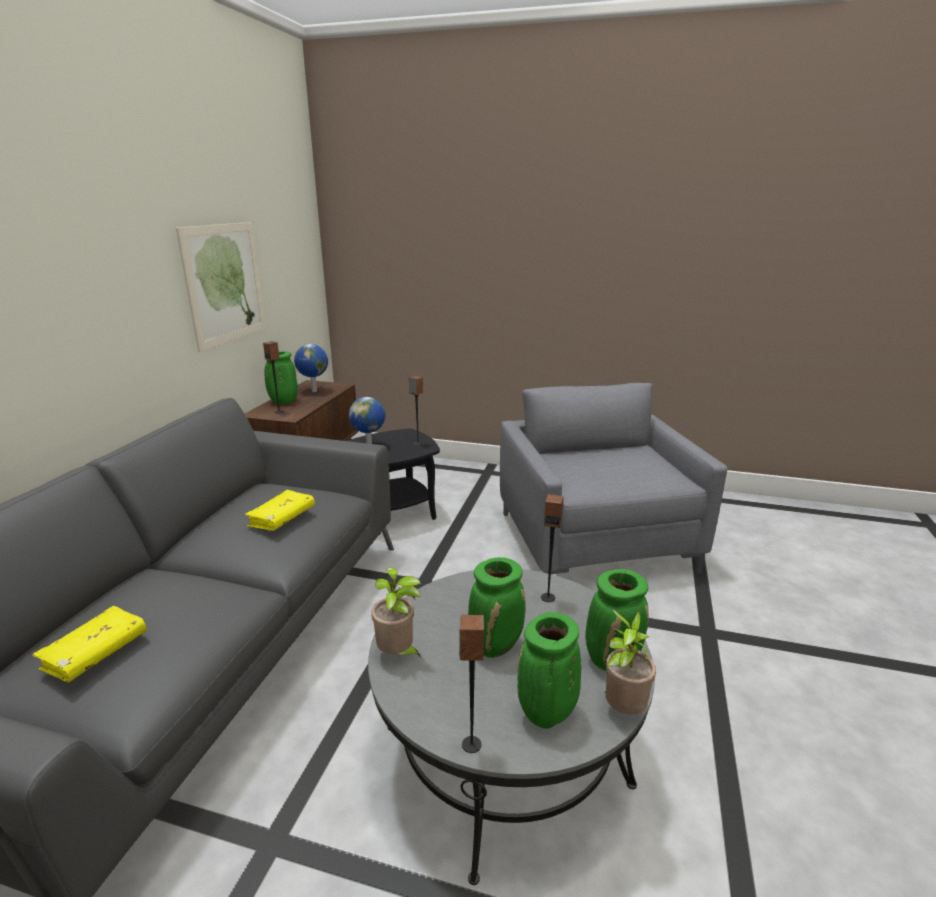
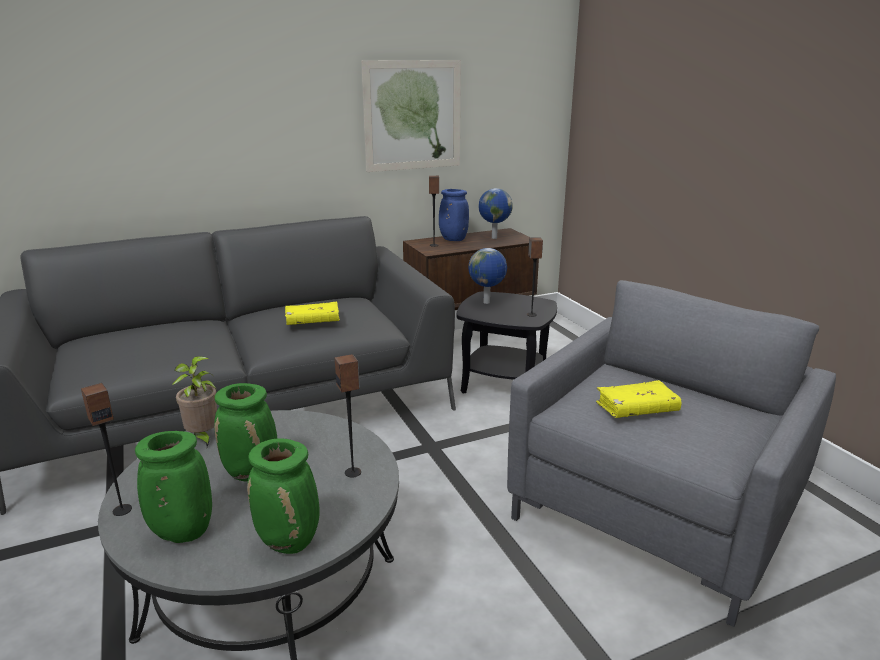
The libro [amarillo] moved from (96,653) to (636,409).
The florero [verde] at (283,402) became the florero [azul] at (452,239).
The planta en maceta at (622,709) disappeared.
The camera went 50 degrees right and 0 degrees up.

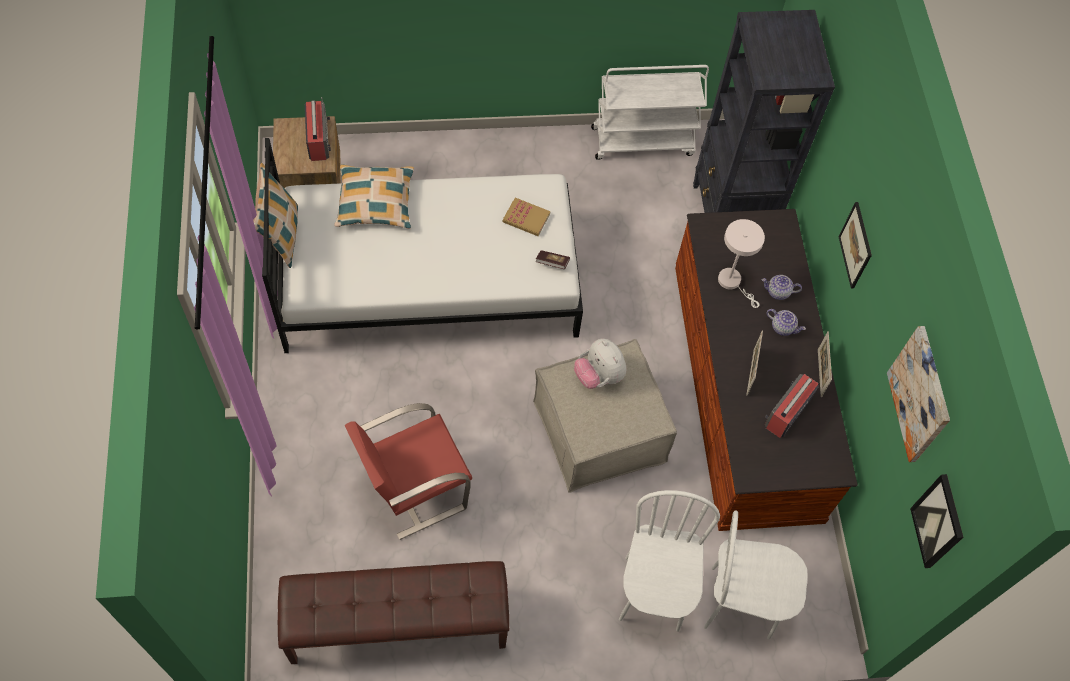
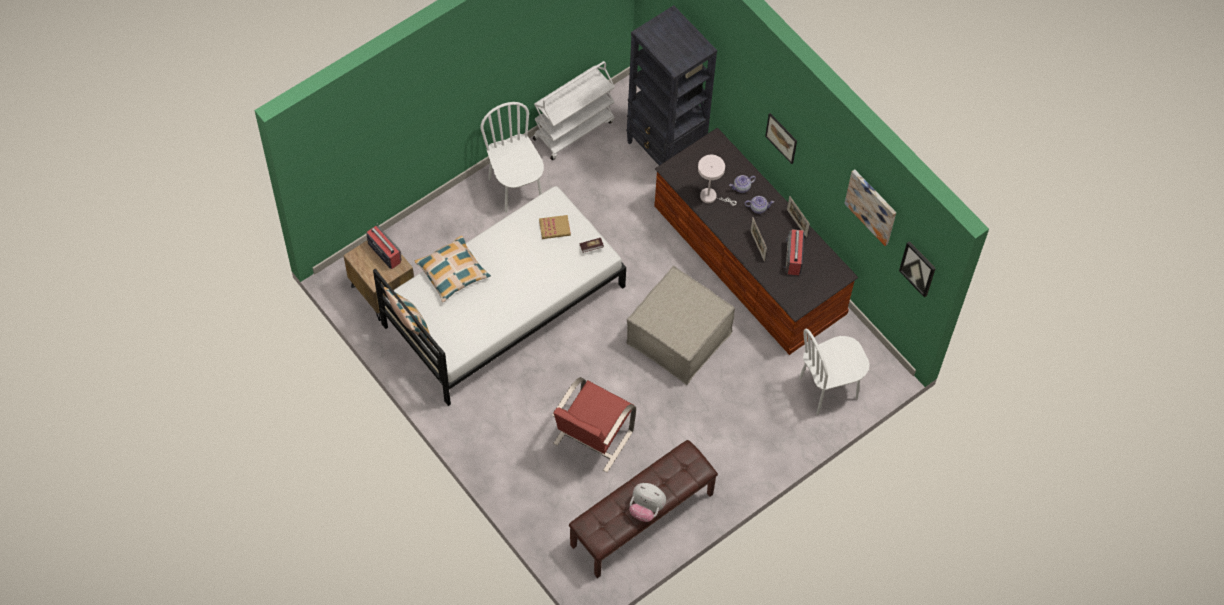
The peluche moved from (599,375) to (646,508).
The silla [blanco] moved from (653,593) to (516,189).
The camera went 30 degrees left and 0 degrees up.

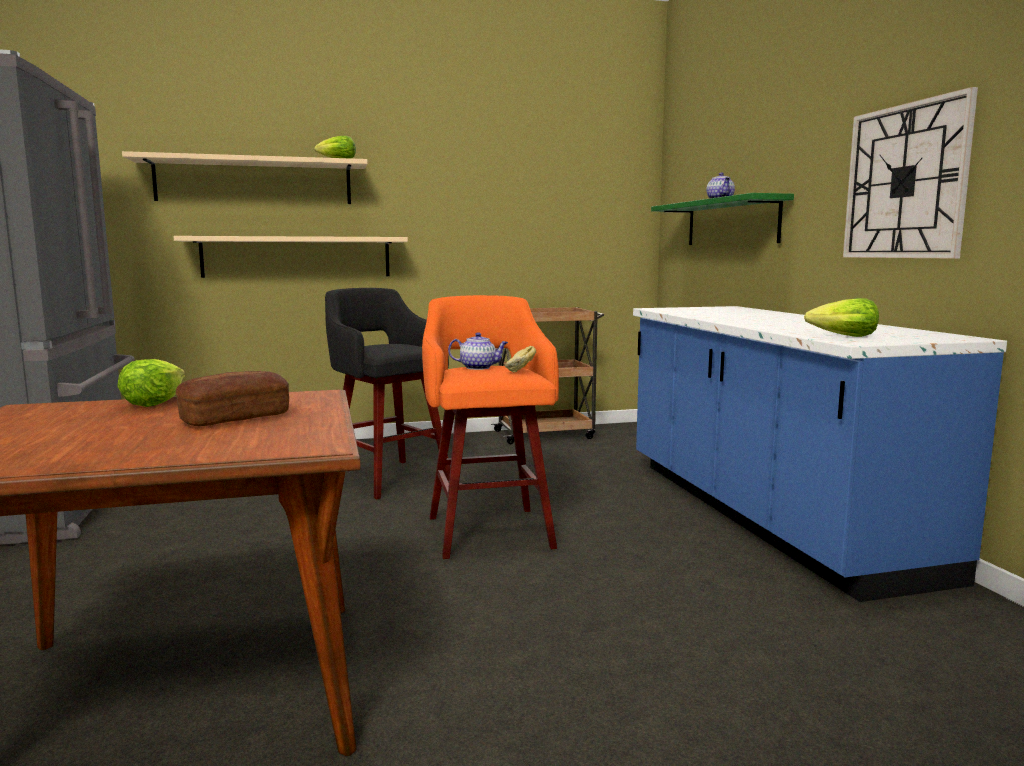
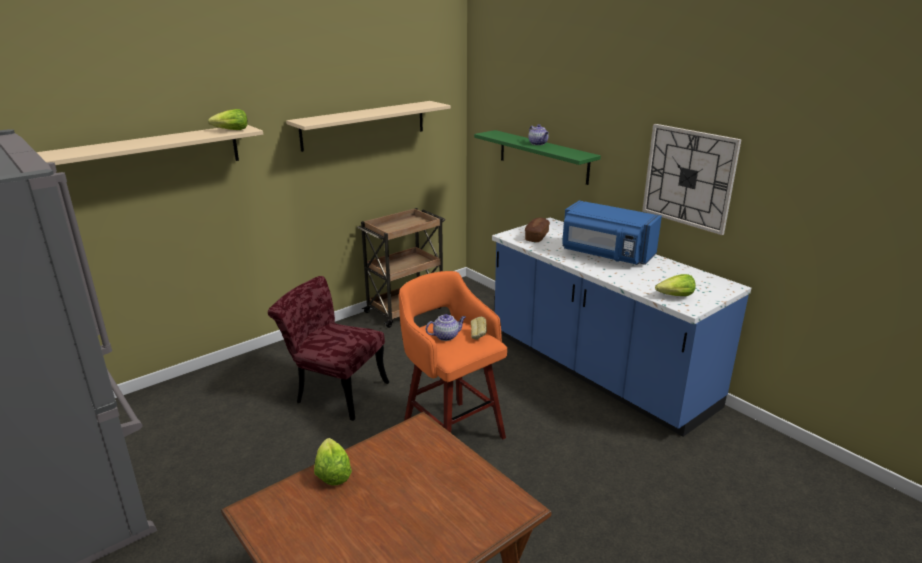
The estante [beis] moved from (297,257) to (364,125).
The pan moved from (235,418) to (536,236).
The taburete [negro] at (389,478) was replaced by the silla [rojo] at (334,391).
The microondas [azul] at (606,255) appeared.
The camera went 25 degrees left and 15 degrees up.

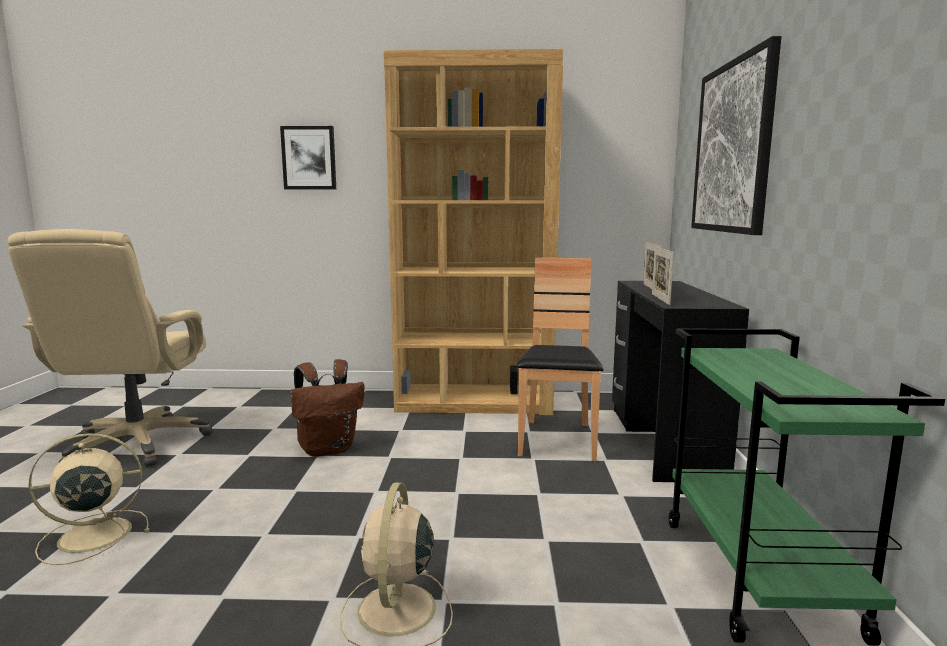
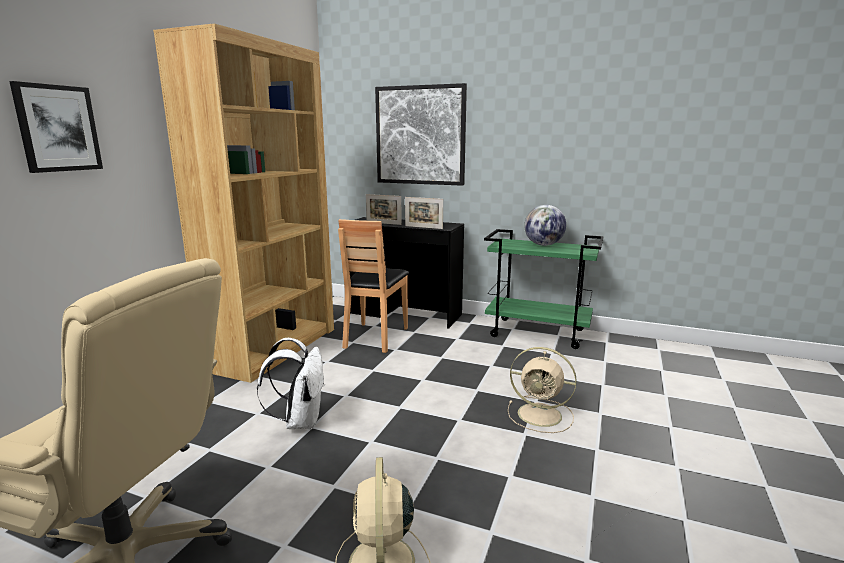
The mochila [marrón] at (328,449) became the mochila [blanco] at (300,421).
The silla [marrón] at (557,440) turned 105 degrees counterclockwise.
The globo terráqueo at (543,245) appeared.
The camera went 70 degrees left and 5 degrees up.

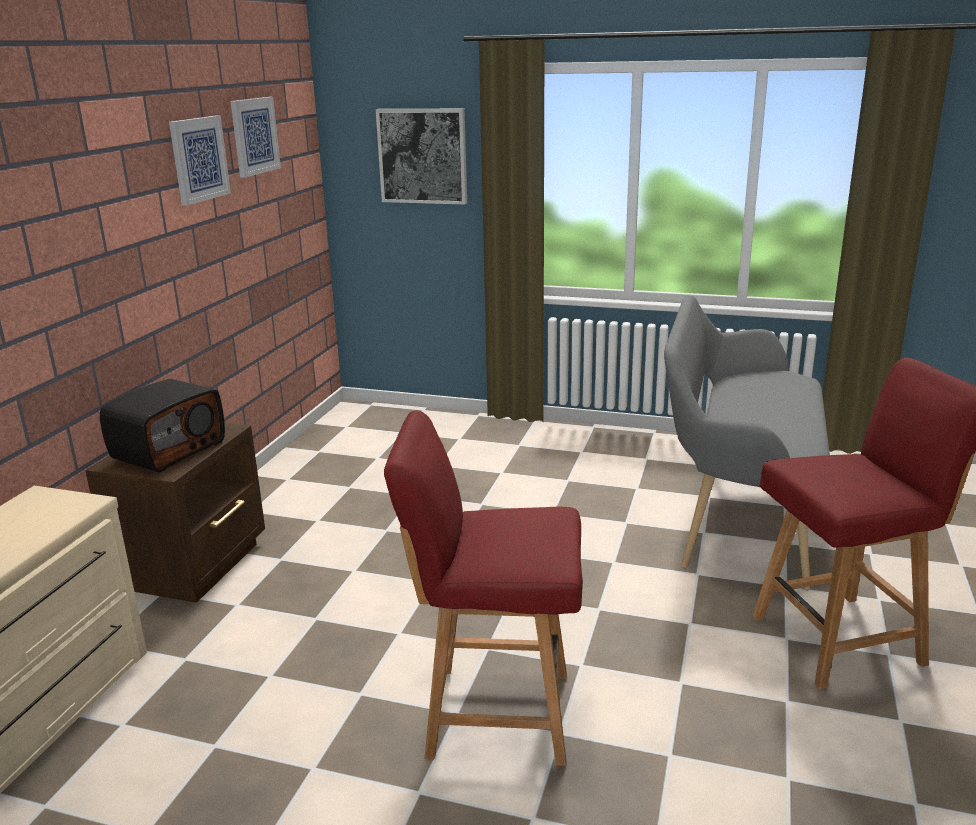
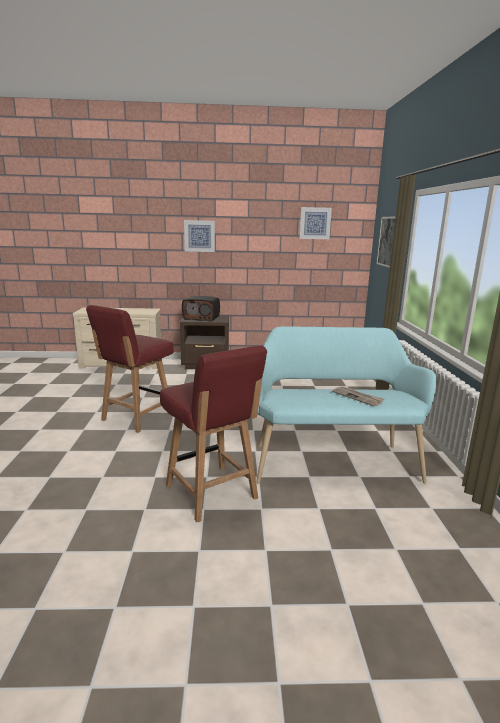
The cuadro moved from (199,159) to (199,236).
The silla [rojo] at (494,713) turned 135 degrees counterclockwise.
The banco [gris] at (735,514) became the banco [turquesa] at (332,460).
The periódico at (358,397) appeared.
The camera went 70 degrees right and 5 degrees down.

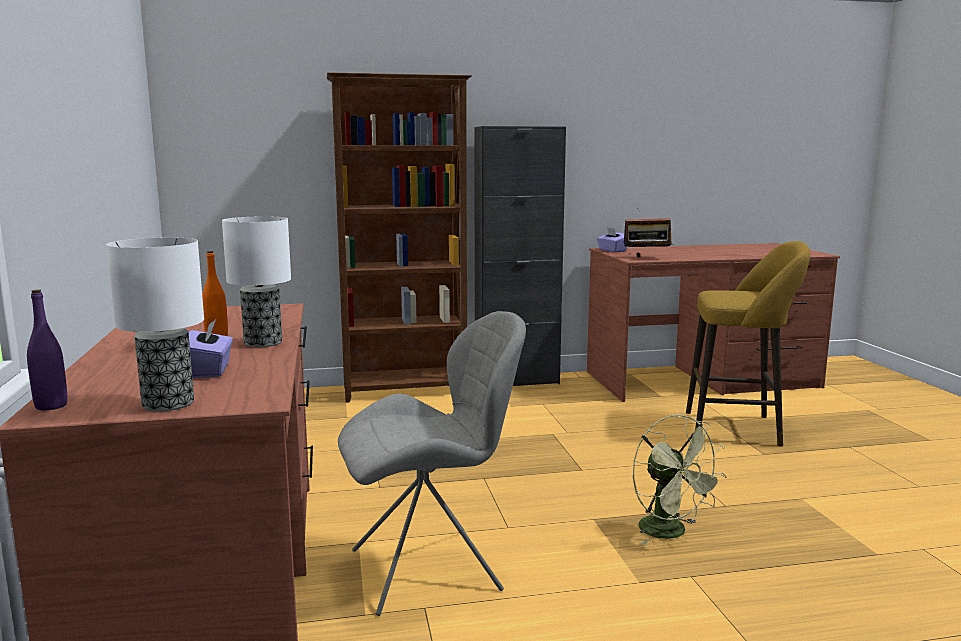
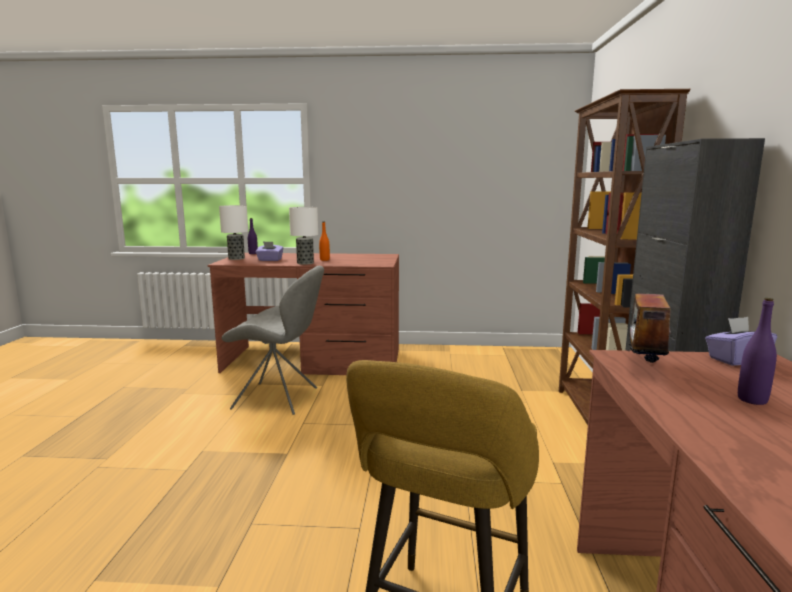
The silla [gris] at (431,569) turned 75 degrees counterclockwise.
The ventilador [verde] at (671,533) disappeared.
The botella [morado] at (752,400) appeared.
The camera went 105 degrees right and 0 degrees up.

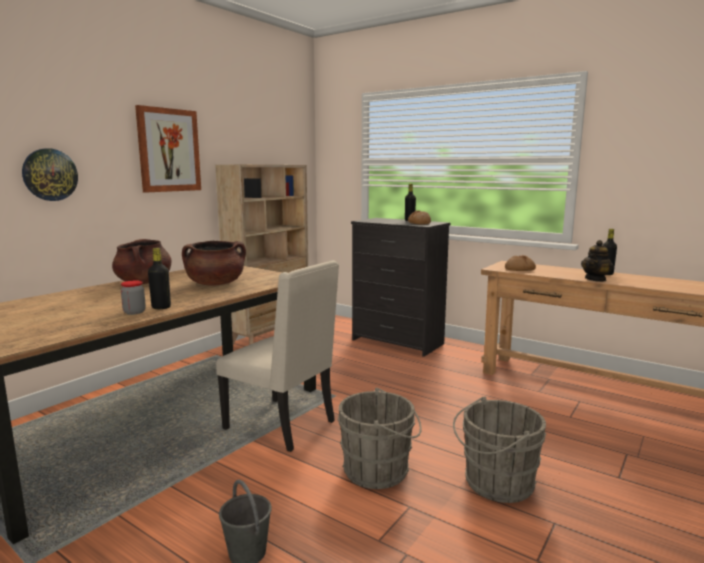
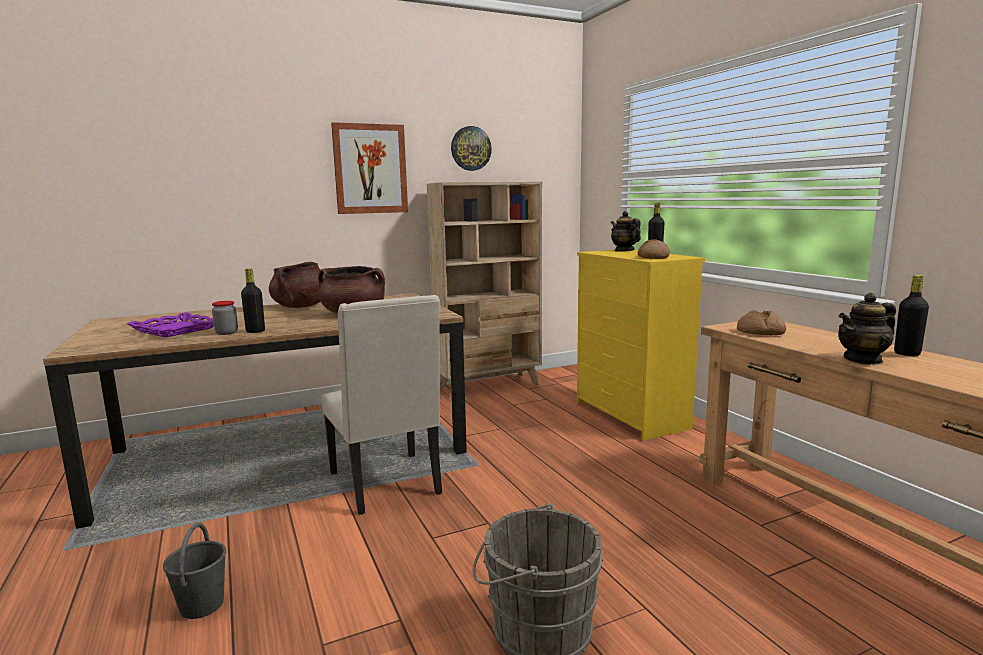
The reloj de pared moved from (50,174) to (470,148).
The cubo [gris] at (380,470) disappeared.
The cómoda [negro] at (398,342) became the cómoda [amarillo] at (631,416).
The bandeja [morado] at (175,330) appeared.
The tetera at (624,250) appeared.
The camera went 30 degrees right and 0 degrees up.

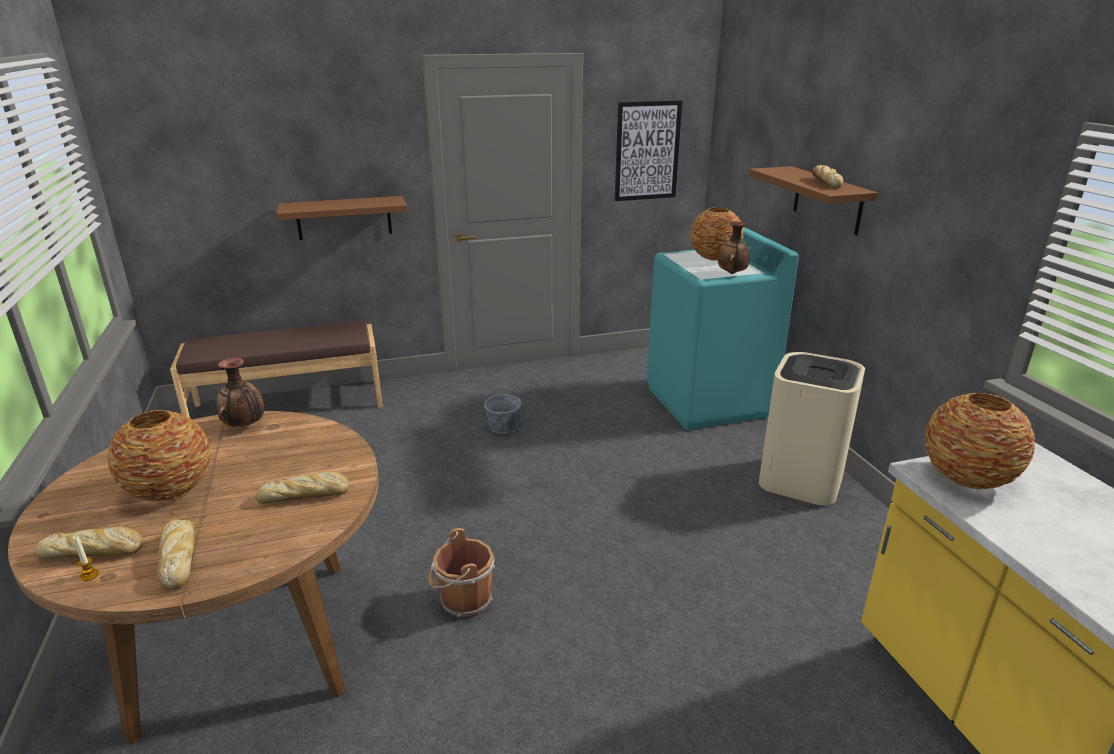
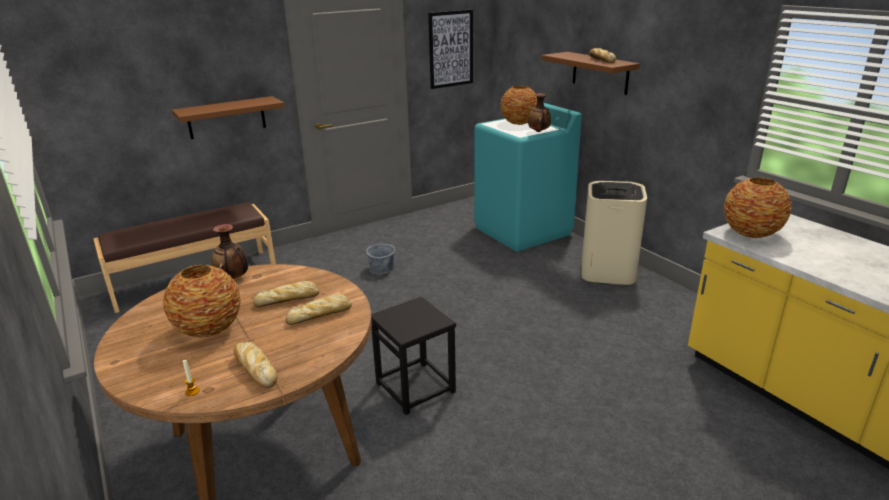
The pan moved from (93,551) to (288,299).
The cubo [marrón] at (463,601) was replaced by the taburete [negro] at (416,387).
The camera went 15 degrees left and 0 degrees up.

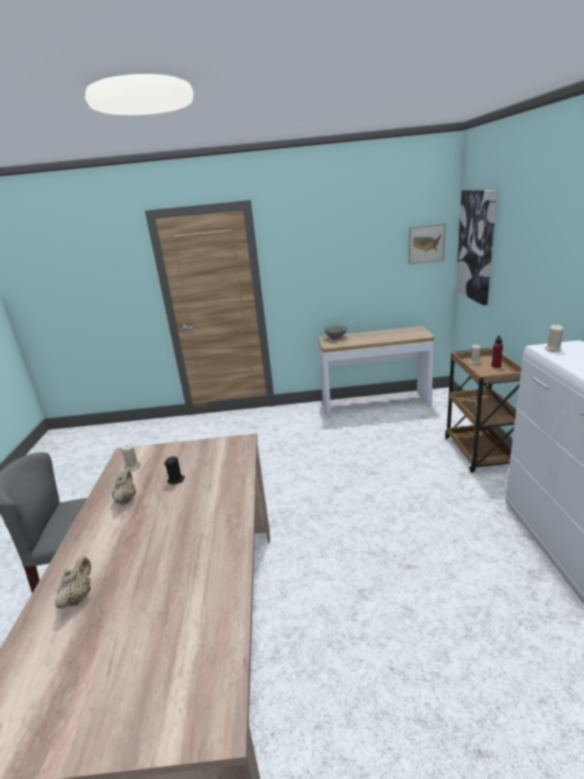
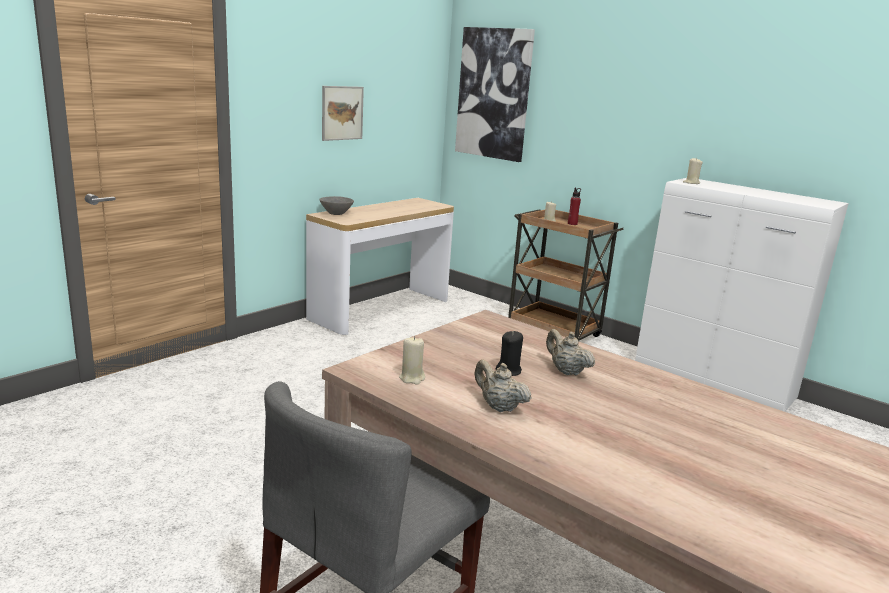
The tetera [beis] moved from (78,597) to (566,371).
The cuadro moved from (426,244) to (342,113).
The camera went 50 degrees left and 5 degrees down.

